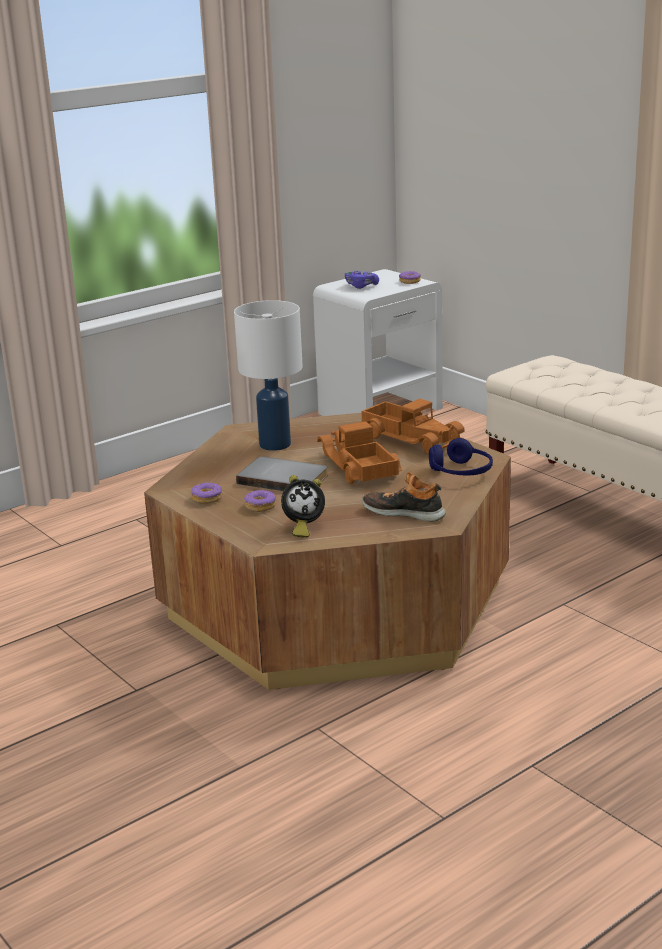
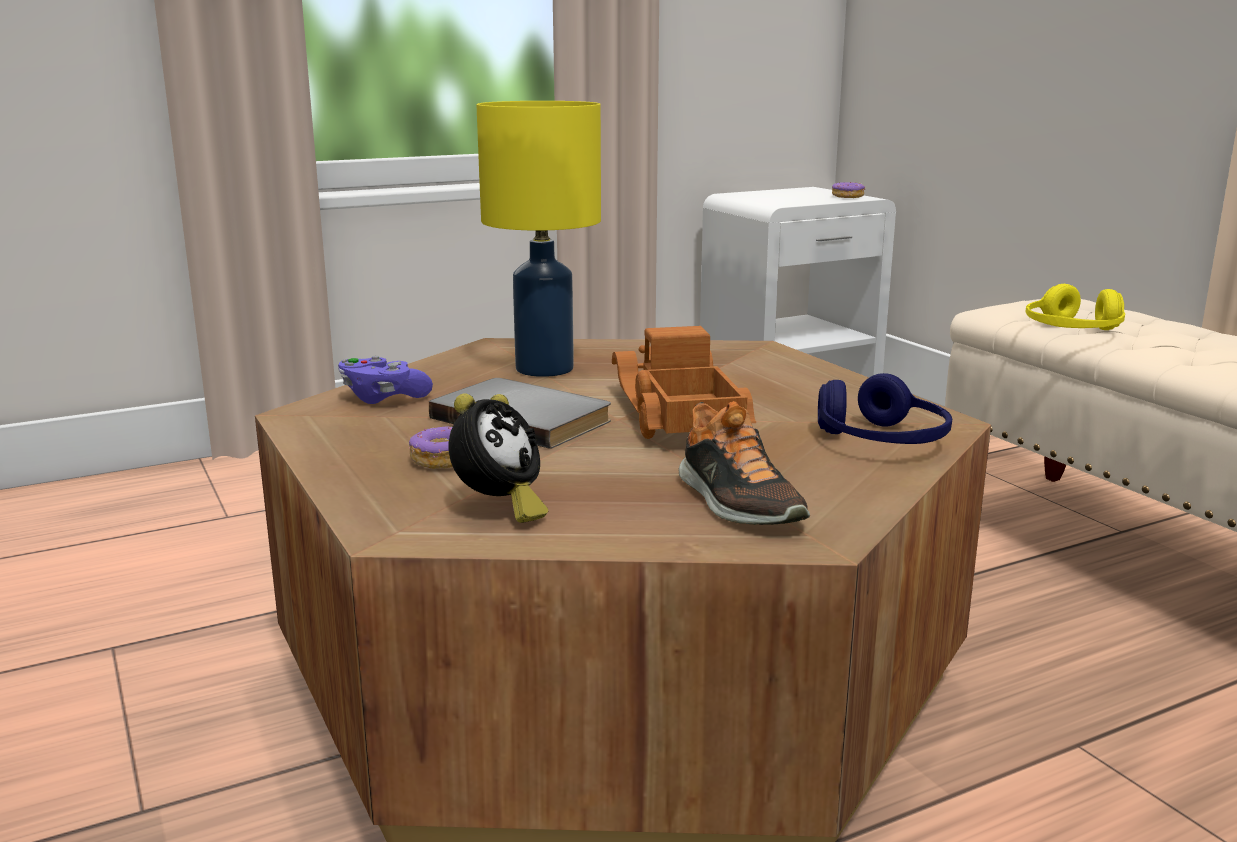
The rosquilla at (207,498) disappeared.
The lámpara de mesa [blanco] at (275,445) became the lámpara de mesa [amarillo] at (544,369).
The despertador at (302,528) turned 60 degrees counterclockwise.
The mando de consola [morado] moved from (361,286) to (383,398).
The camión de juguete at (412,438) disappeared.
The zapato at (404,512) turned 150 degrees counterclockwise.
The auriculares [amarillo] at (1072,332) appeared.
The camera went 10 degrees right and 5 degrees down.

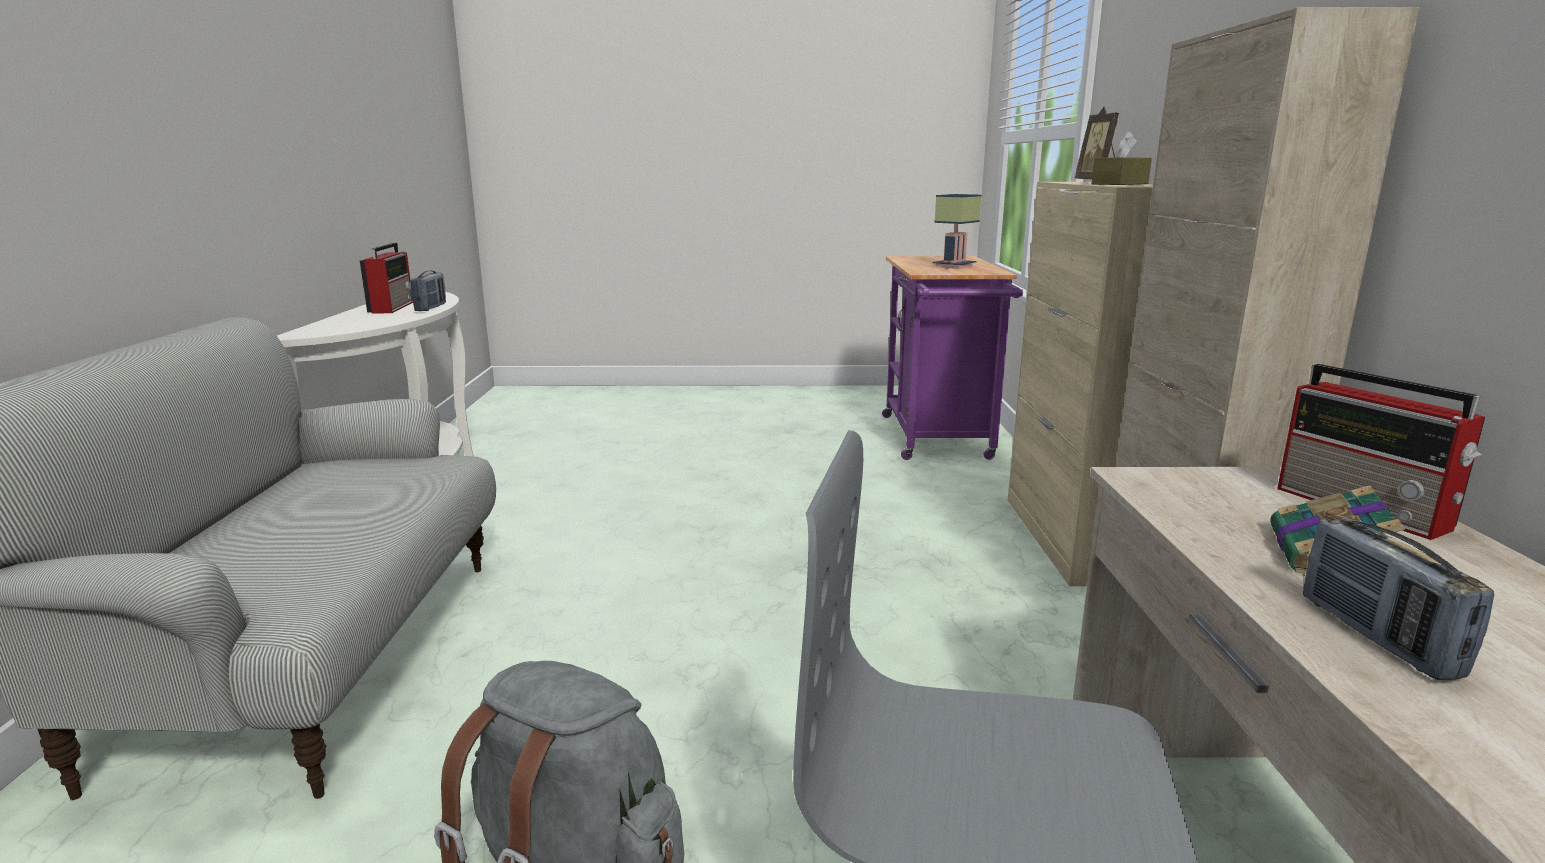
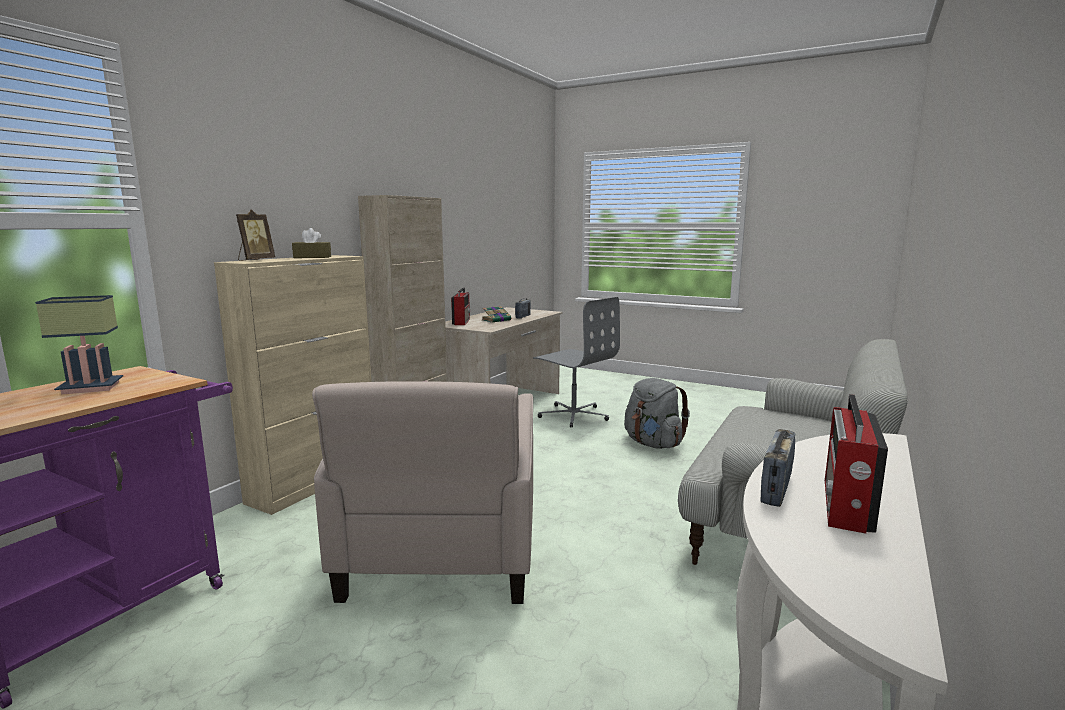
The sillón [beis] at (442,556) appeared.
The camera went 150 degrees left and 5 degrees down.

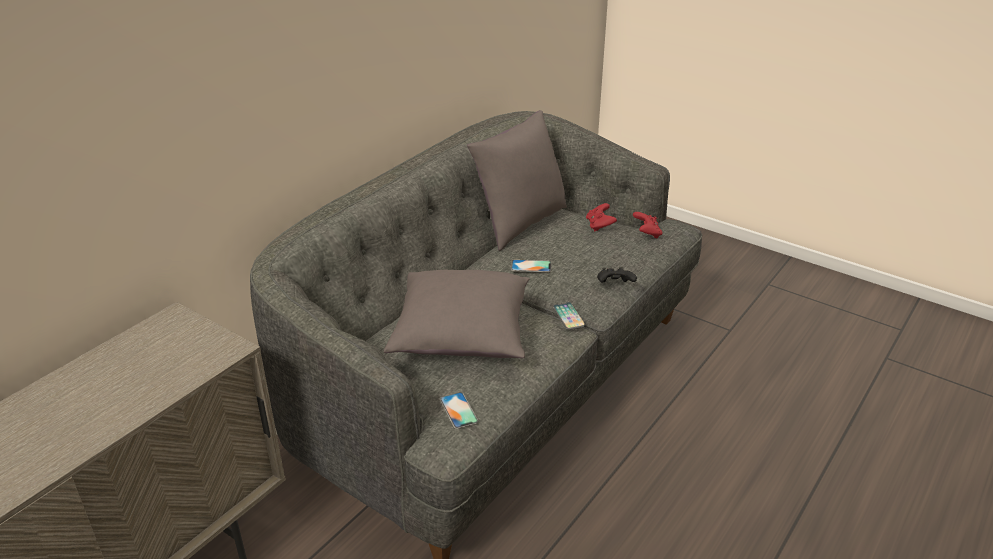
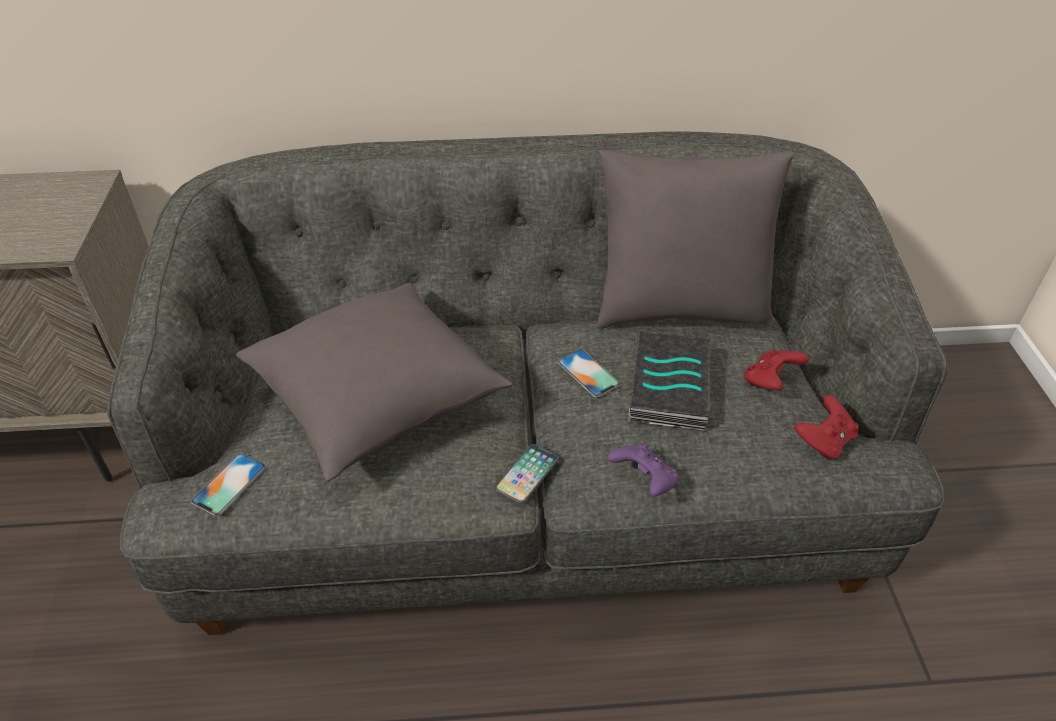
The mando de consola [negro] at (615,286) became the mando de consola [morado] at (644,481).
The libro at (666,385) appeared.
The camera went 50 degrees right and 10 degrees up.

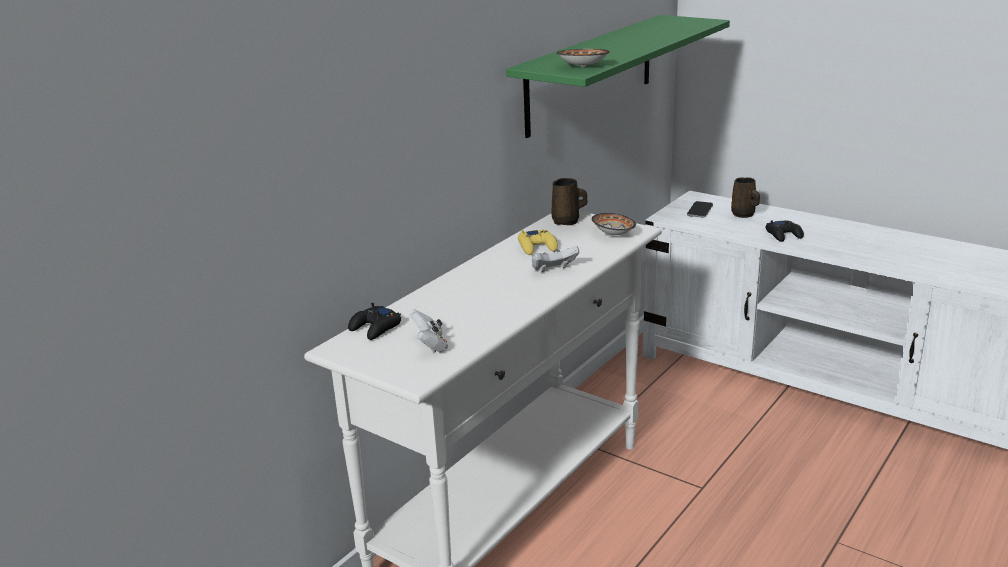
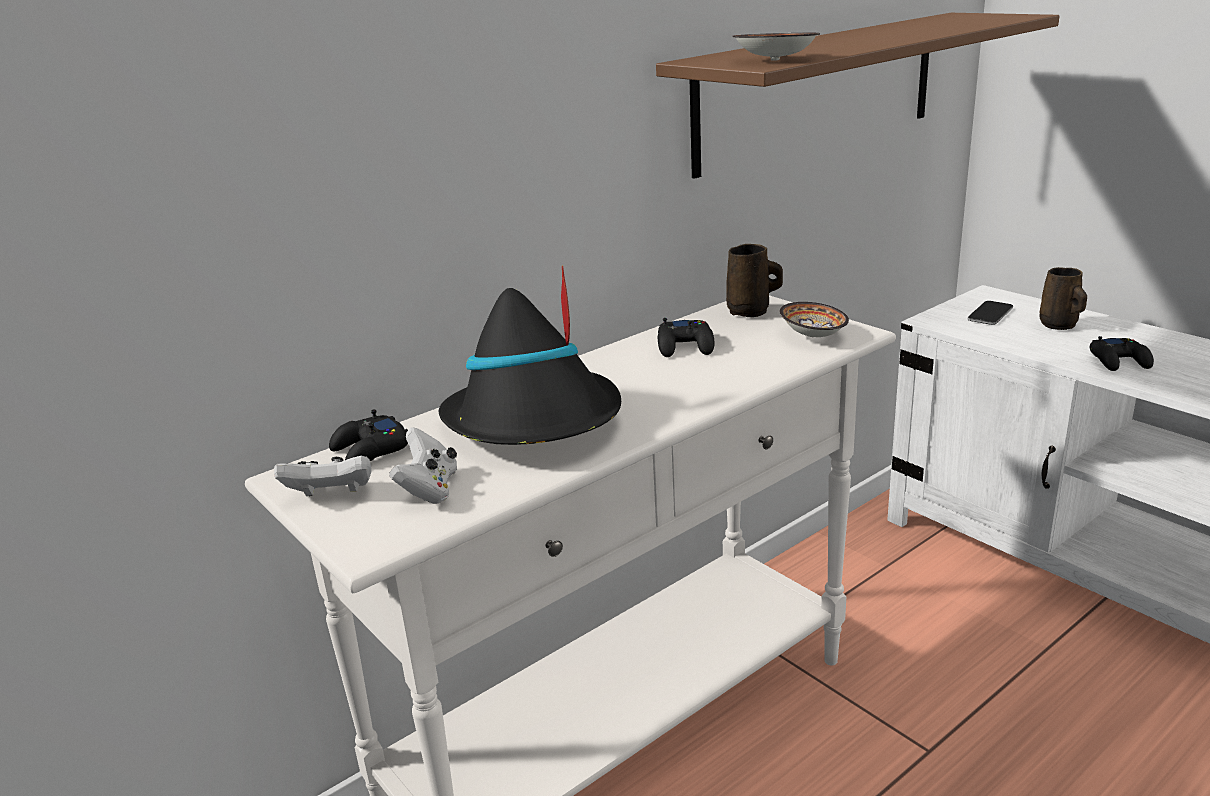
The estante [verde] at (591,73) became the estante [marrón] at (819,90).
The mando de consola [amarillo] at (537,247) became the mando de consola [negro] at (685,346).
The mando de consola [blanco] moved from (553,270) to (332,495).
The sombrero [negro] at (535,421) appeared.
The camera went 15 degrees right and 0 degrees up.

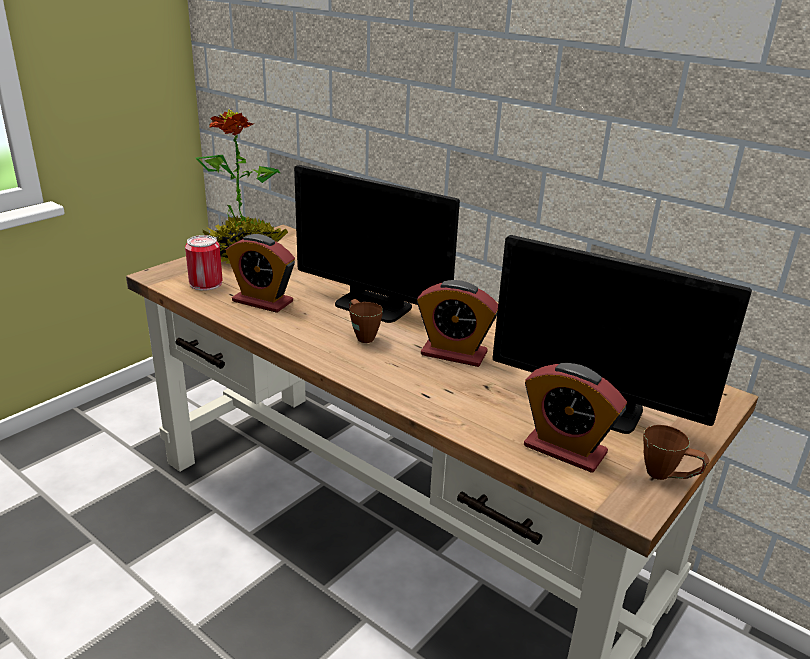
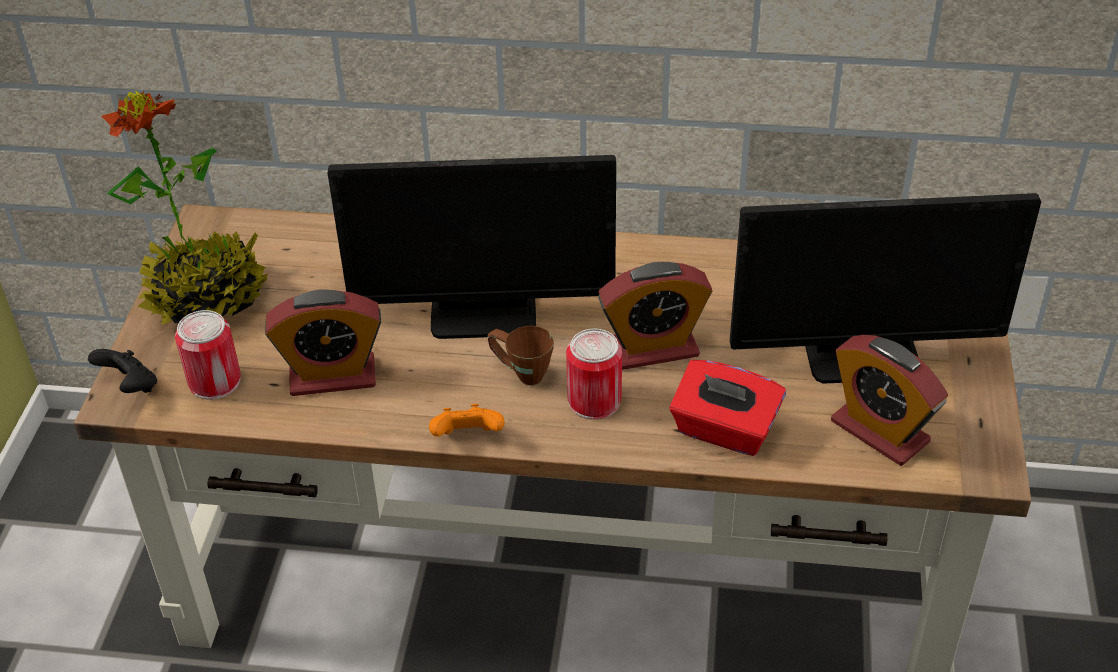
The despertador at (565,449) turned 45 degrees clockwise.
The taza grande [marrón] at (668,477) disappeared.
The mando de consola [negro] at (130,387) appeared.
The mando de consola [naranja] at (468,438) appeared.
The lata at (594,400) appeared.
The caja de pañuelos [rojo] at (724,430) appeared.
The camera went 30 degrees left and 15 degrees up.

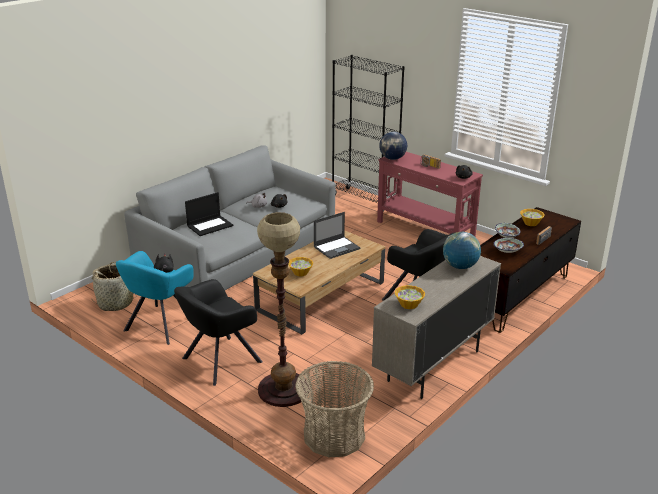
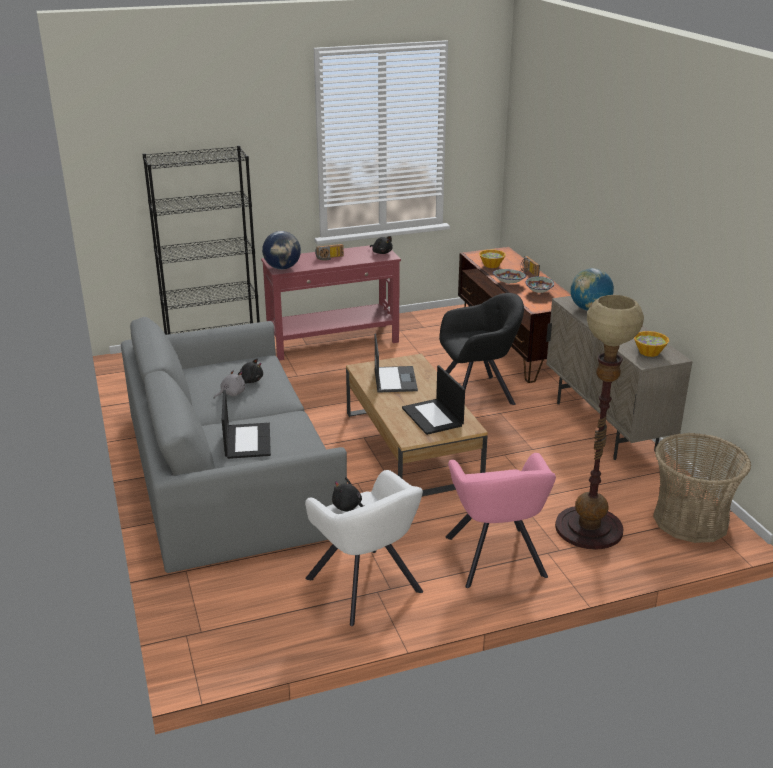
The cesta at (116,303) disappeared.
The sillón [turquesa] at (160,325) became the sillón [blanco] at (366,587).
The sillón [negro] at (219,361) became the sillón [rosa] at (496,559).
The cuenco at (300,273) was replaced by the portátil at (433,417).
The camera went 60 degrees left and 0 degrees up.

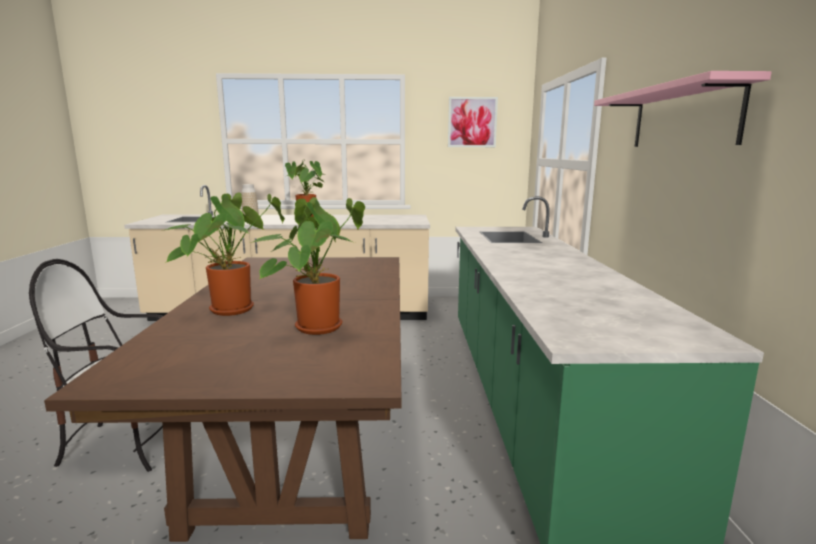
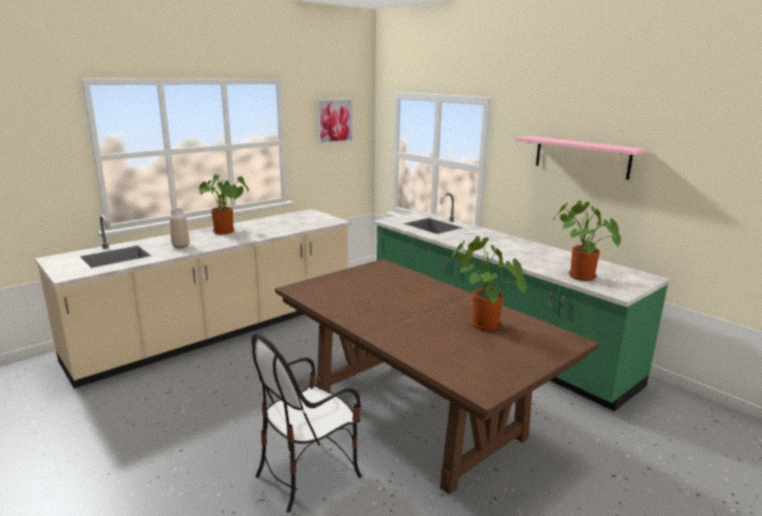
The planta en maceta moved from (233,308) to (578,276).
The camera went 40 degrees left and 5 degrees up.

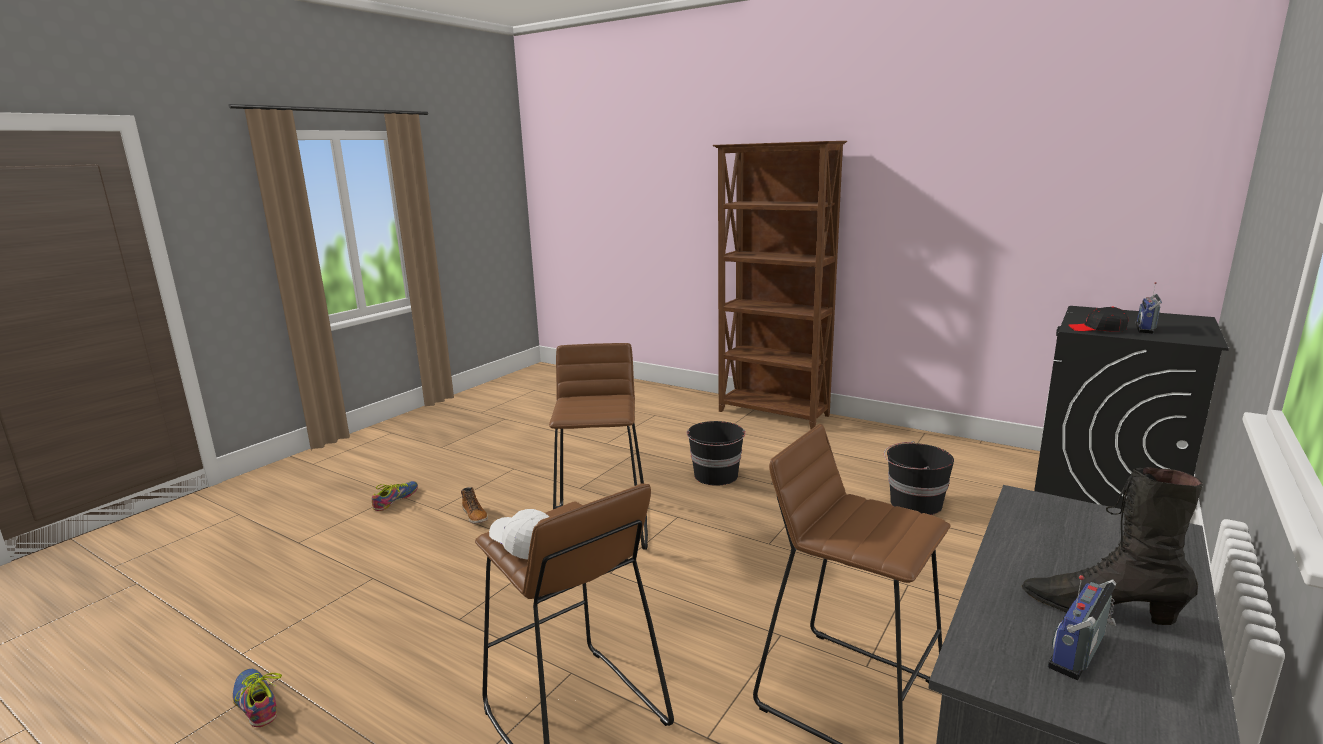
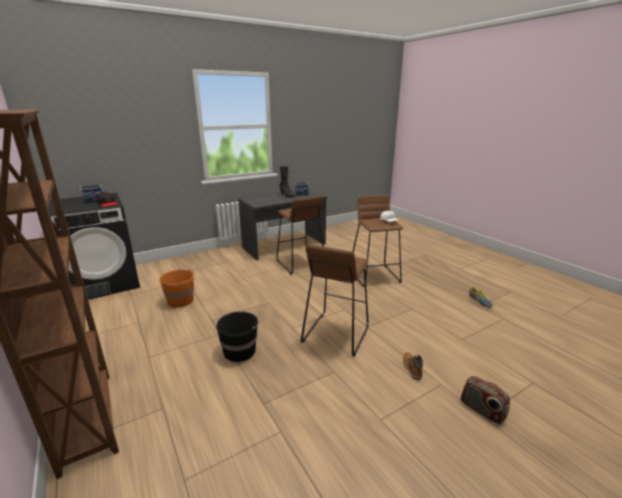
The zapato at (395,499) was replaced by the radio at (482,410).
The cubo [negro] at (914,504) became the cubo [naranja] at (181,301).
The camera went 155 degrees left and 5 degrees up.

